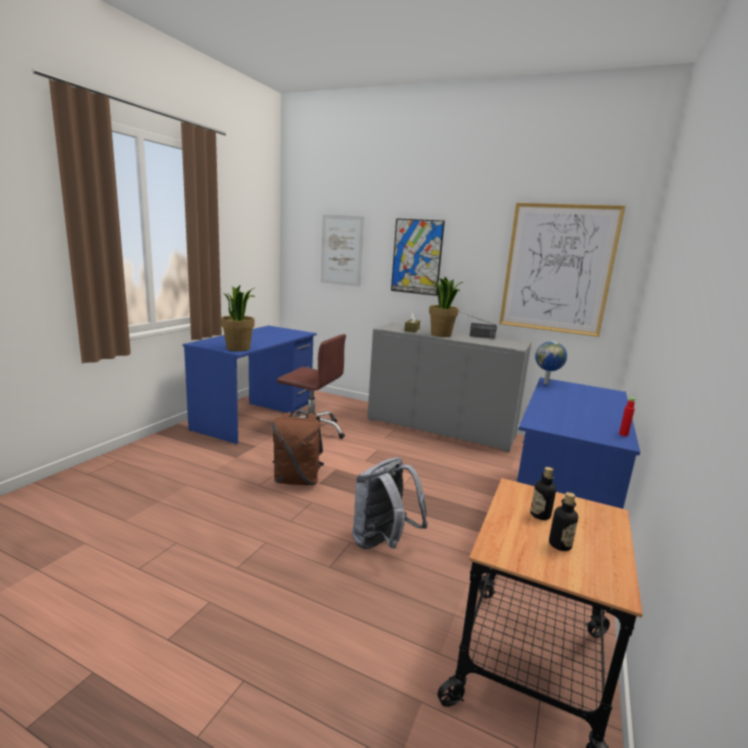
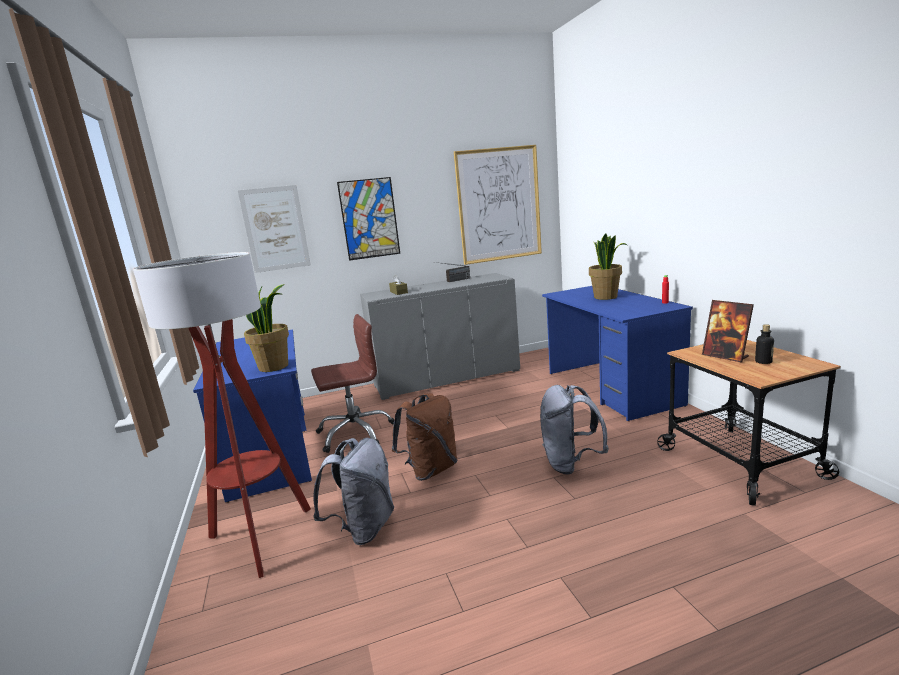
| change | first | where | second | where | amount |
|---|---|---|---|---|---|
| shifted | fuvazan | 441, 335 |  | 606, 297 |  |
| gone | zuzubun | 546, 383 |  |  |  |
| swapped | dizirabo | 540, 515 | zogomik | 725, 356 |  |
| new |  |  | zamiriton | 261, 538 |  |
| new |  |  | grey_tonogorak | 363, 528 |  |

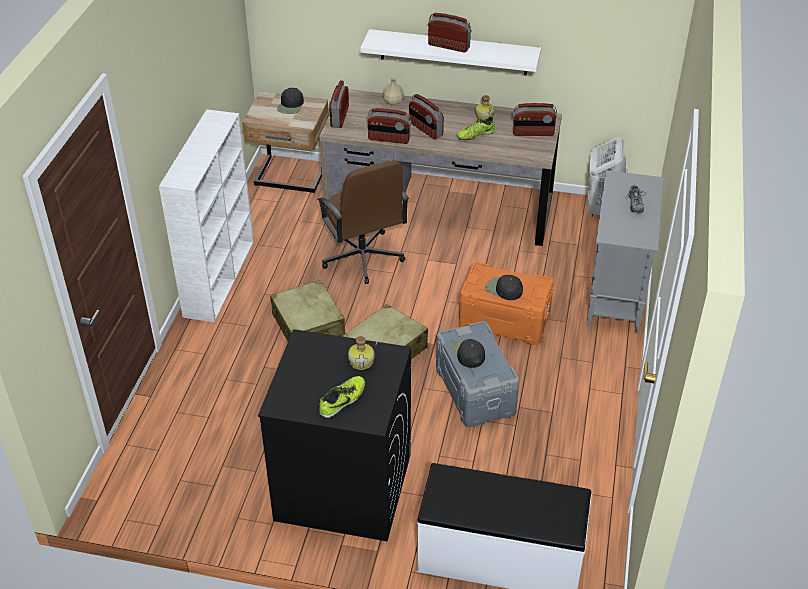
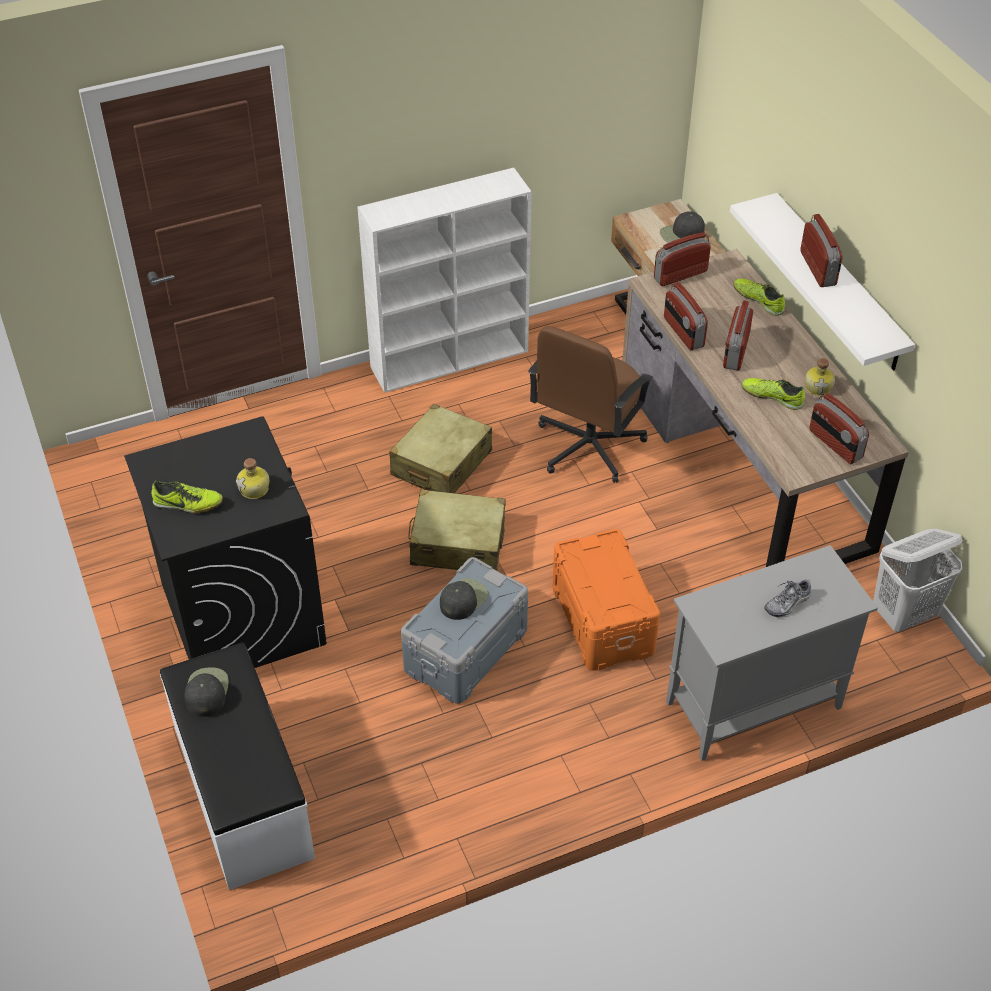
| change | first | where | second | where | amount |
|---|---|---|---|---|---|
| swapped | beige_dizirabo | 393, 102 | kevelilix | 758, 300 |  |
| shifted | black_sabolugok | 503, 289 |  | 206, 692 |  |

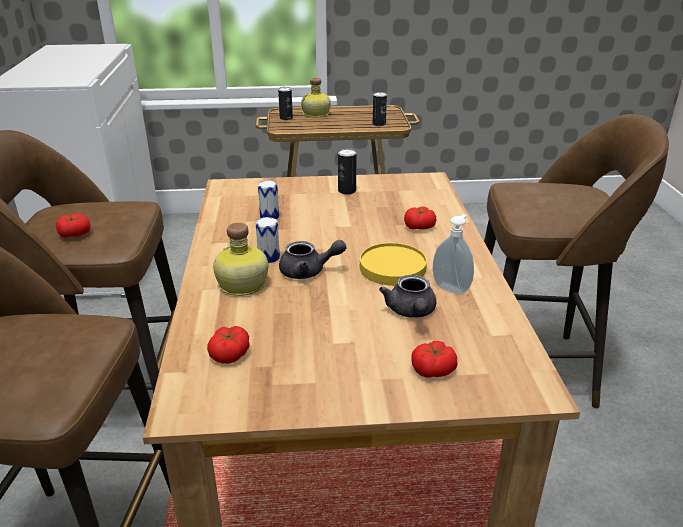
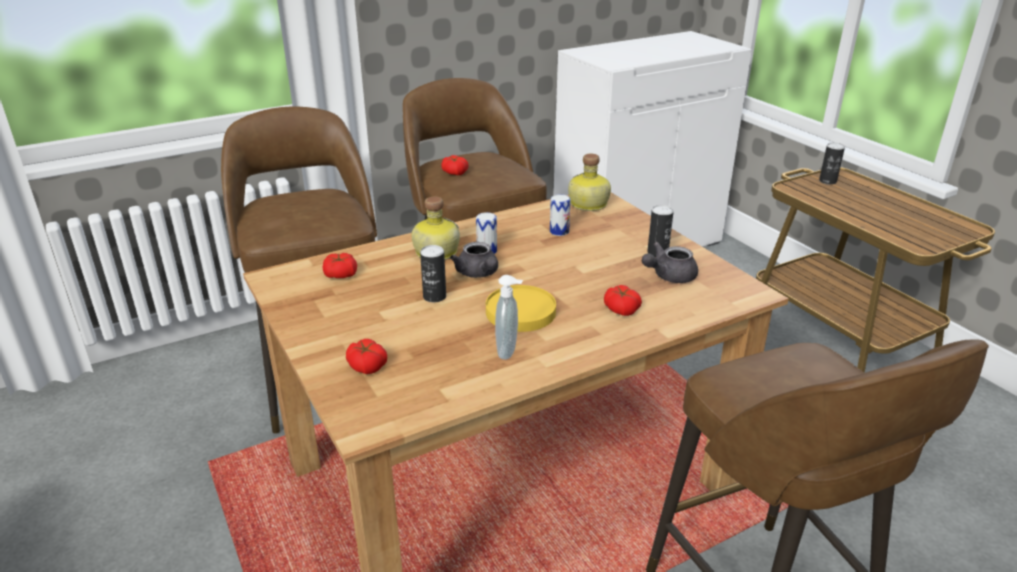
| change | first | where | second | where | amount |
|---|---|---|---|---|---|
| shifted | dizirabo | 316, 114 |  | 588, 204 |  |
| shifted | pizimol | 379, 124 |  | 434, 297 |  |
| shifted | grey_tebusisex | 411, 312 |  | 668, 276 |  |

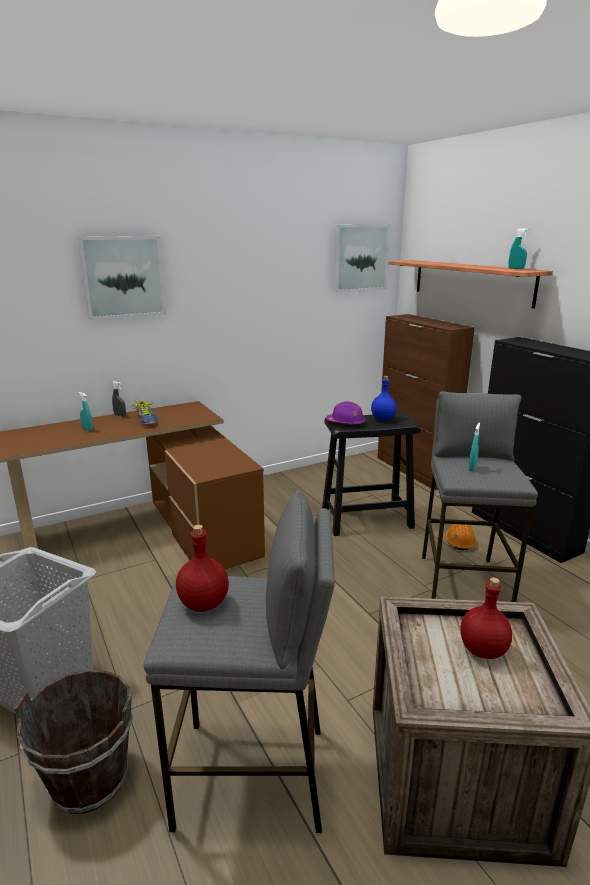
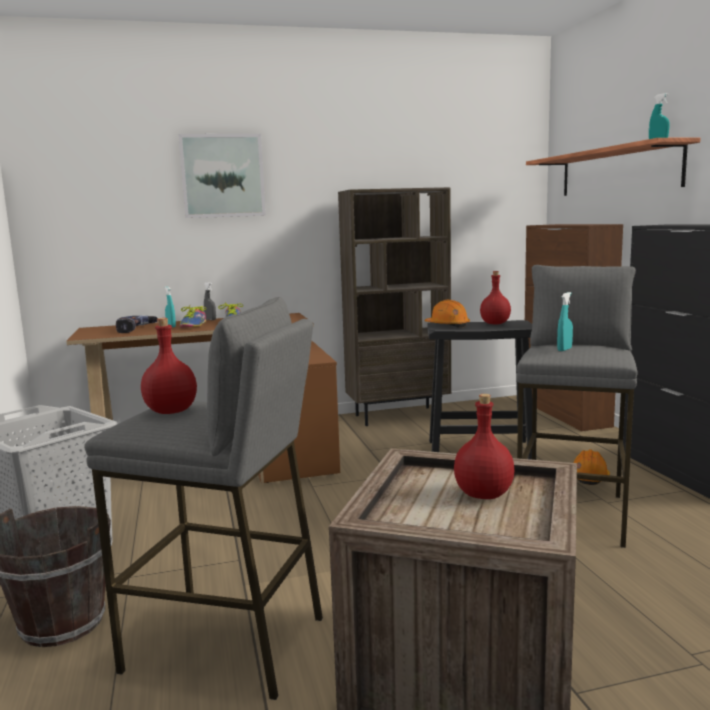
| change | first | where | second | where | amount |
|---|---|---|---|---|---|
| gone | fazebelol | 360, 258 |  |  |  |
| repainted | blue_dizirabo | 383, 418 | red_dizirabo | 495, 323 |  |
| repainted | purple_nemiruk | 346, 423 | orange_nemiruk | 447, 325 |  |
| new |  |  | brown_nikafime | 398, 416 |  |
| new |  |  | kevelilix | 194, 325 |  |
| new |  |  | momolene | 136, 330 |  |

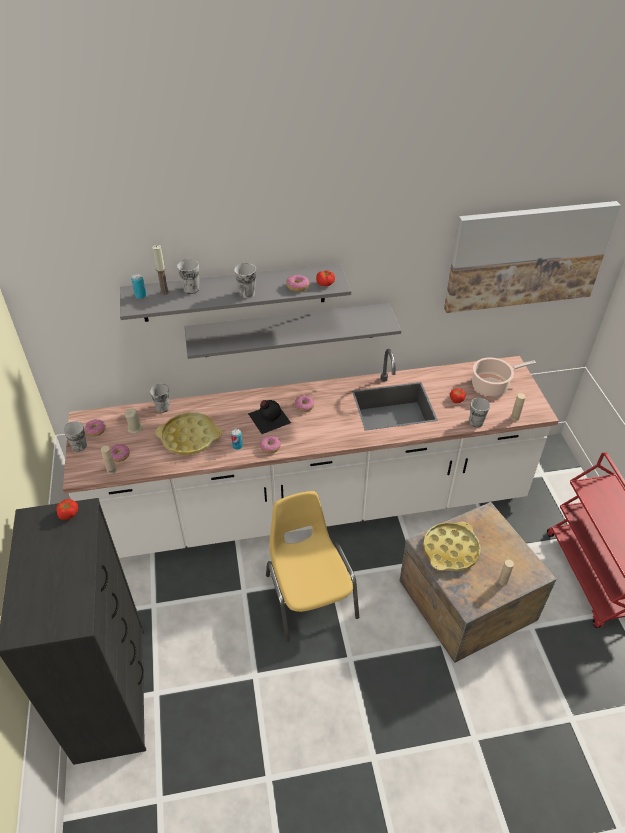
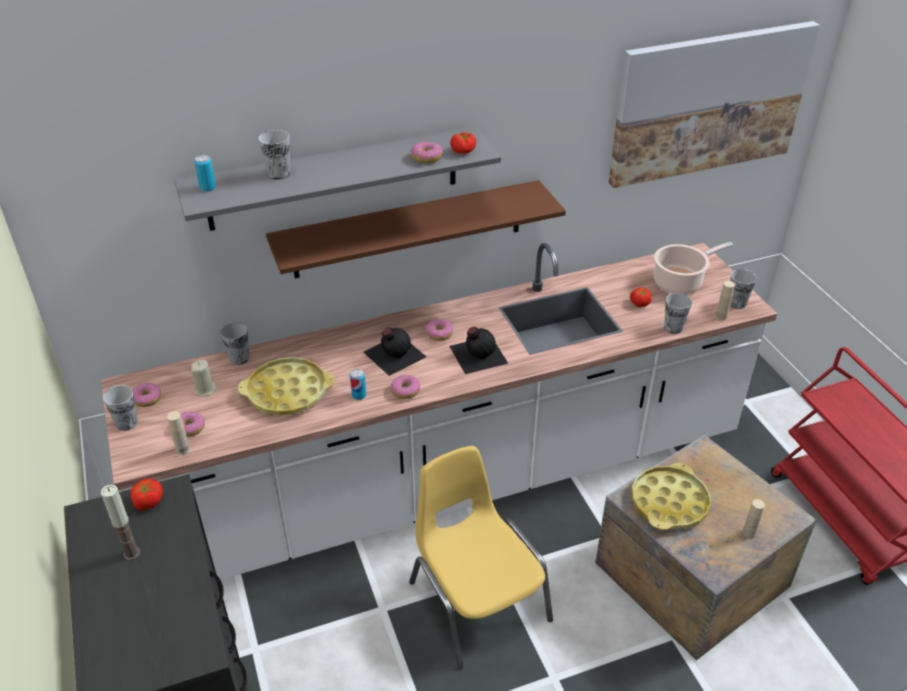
| change | first | where | second | where | amount |
|---|---|---|---|---|---|
| shifted | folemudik | 164, 292 |  | 131, 553 |  |
| shifted | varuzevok | 247, 293 |  | 737, 303 |  |
| repainted | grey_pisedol | 289, 330 | brown_pisedol | 409, 229 |  |
| new |  |  | black_dizirabo | 477, 354 |  |

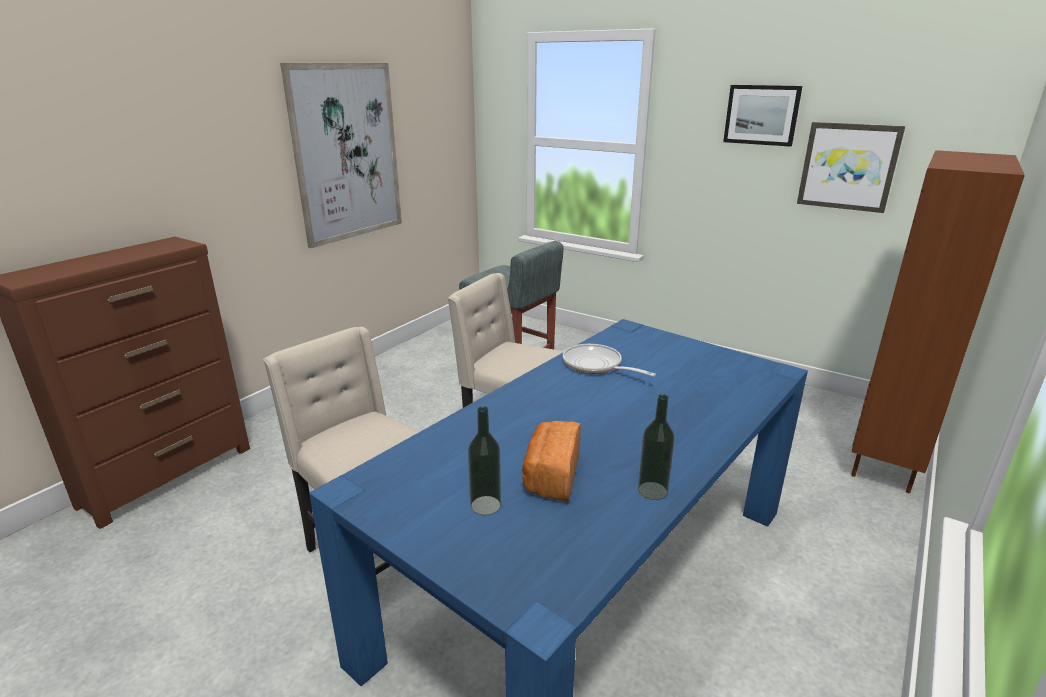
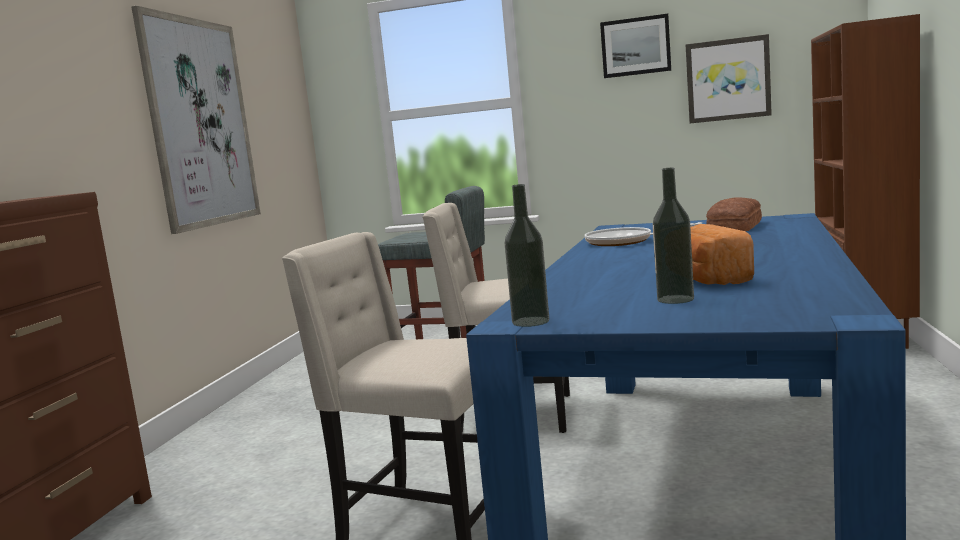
| change | first | where | second | where | amount |
|---|---|---|---|---|---|
| shifted | dizirabo | 652, 490 |  | 530, 321 |  |
| new |  |  | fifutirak | 736, 226 |  |

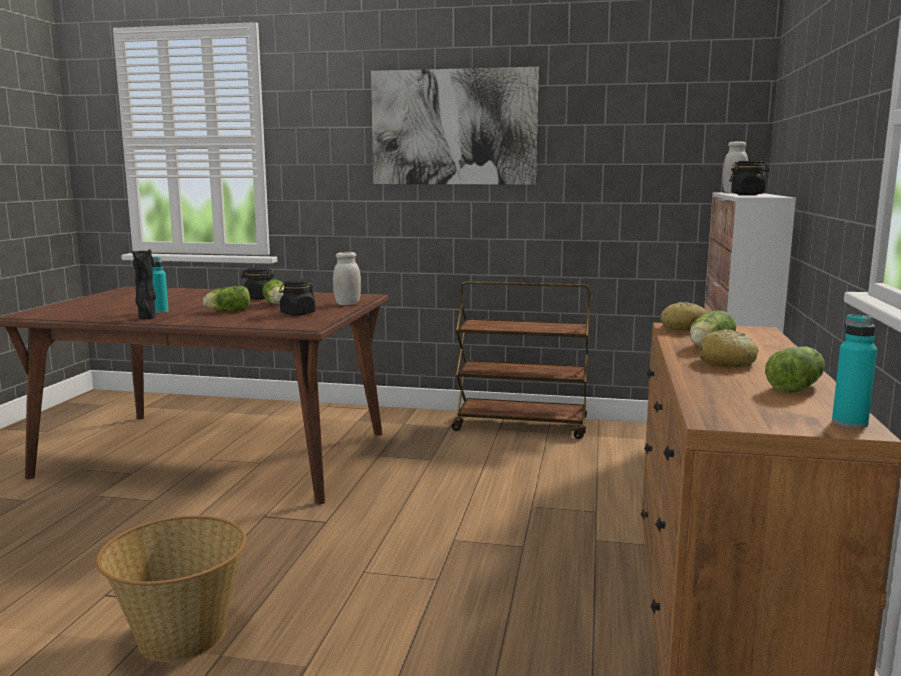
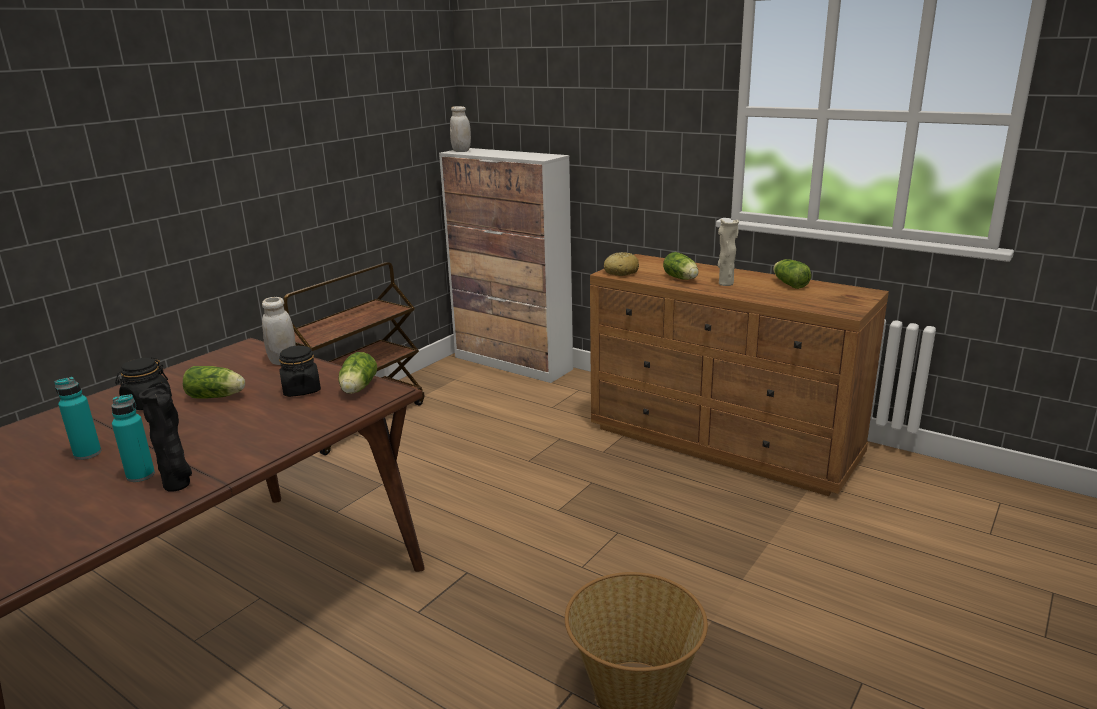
| change | first | where | second | where | amount |
|---|---|---|---|---|---|
| gone | fazebelol | 453, 127 |  |  |  |
| gone | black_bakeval | 747, 195 |  |  |  |
| shifted | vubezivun | 227, 311 |  | 357, 389 |  |
| shifted | turquoise_dizirabo | 849, 423 |  | 87, 454 |  |
| swapped | fifutirak | 727, 362 | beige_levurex | 725, 284 |  |

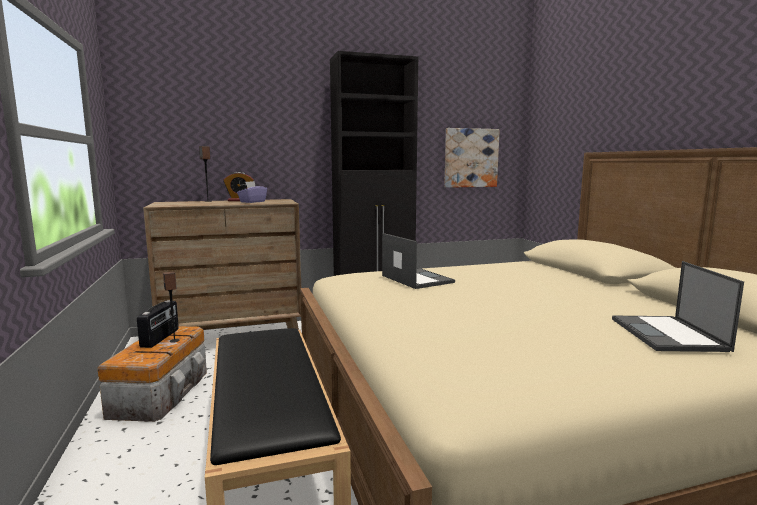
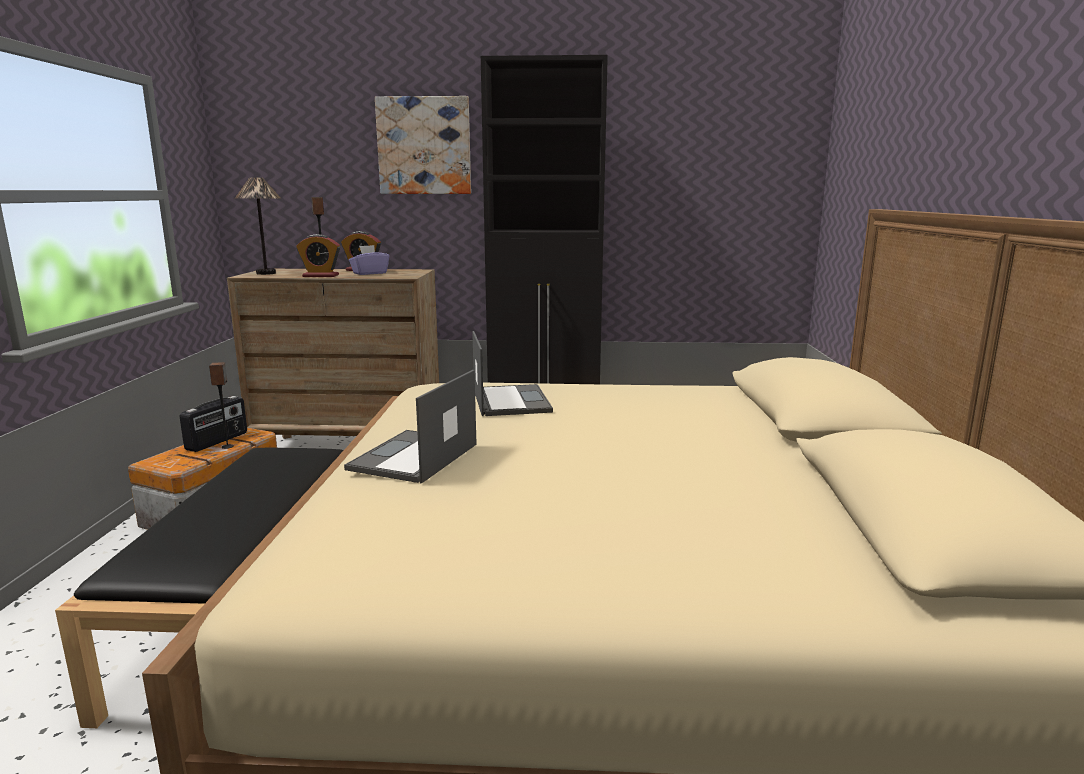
| change | first | where | second | where | amount |
|---|---|---|---|---|---|
| shifted | fazebelol | 470, 158 |  | 424, 146 |  |
| shifted | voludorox | 668, 334 |  | 413, 457 |  |
| new |  |  | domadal | 266, 273 |  |
| new |  |  | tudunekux | 320, 276 |  |

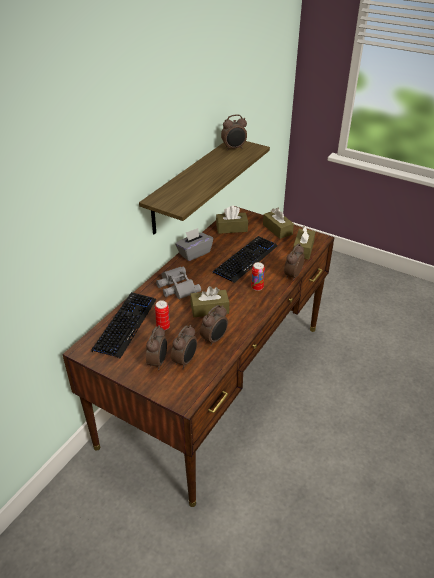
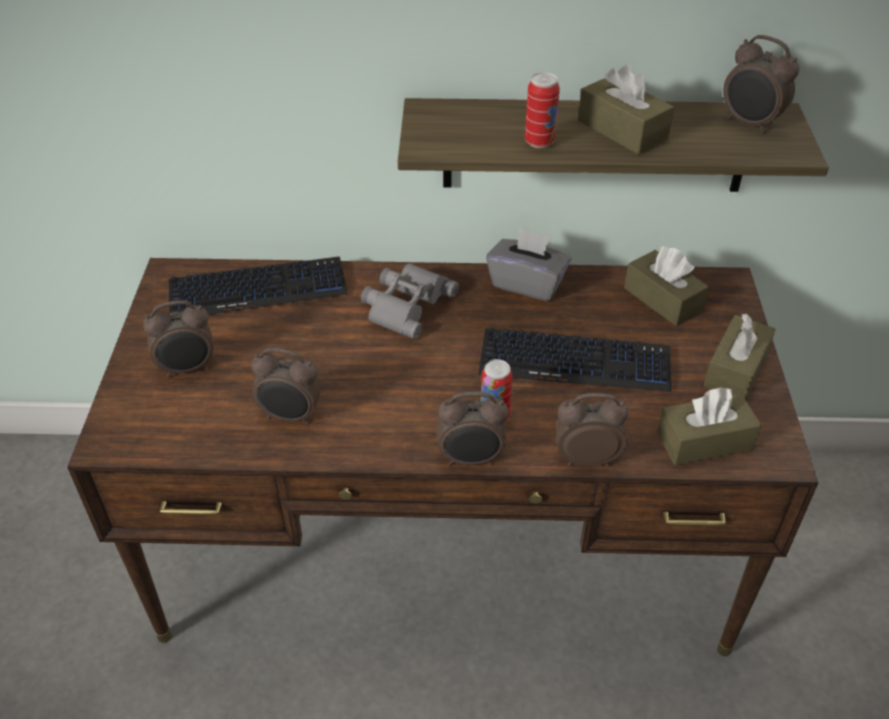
| change | first | where | second | where | amount |
|---|---|---|---|---|---|
| shifted | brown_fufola | 209, 309 |  | 622, 130 |  |
| shifted | pizimol | 163, 327 |  | 539, 142 |  |
| shifted | tudunekux | 185, 361 |  | 471, 459 |  |

